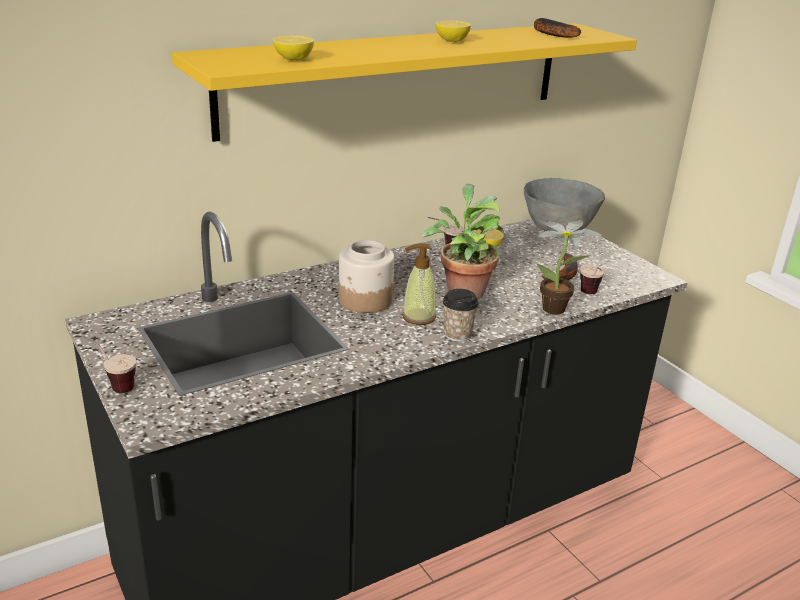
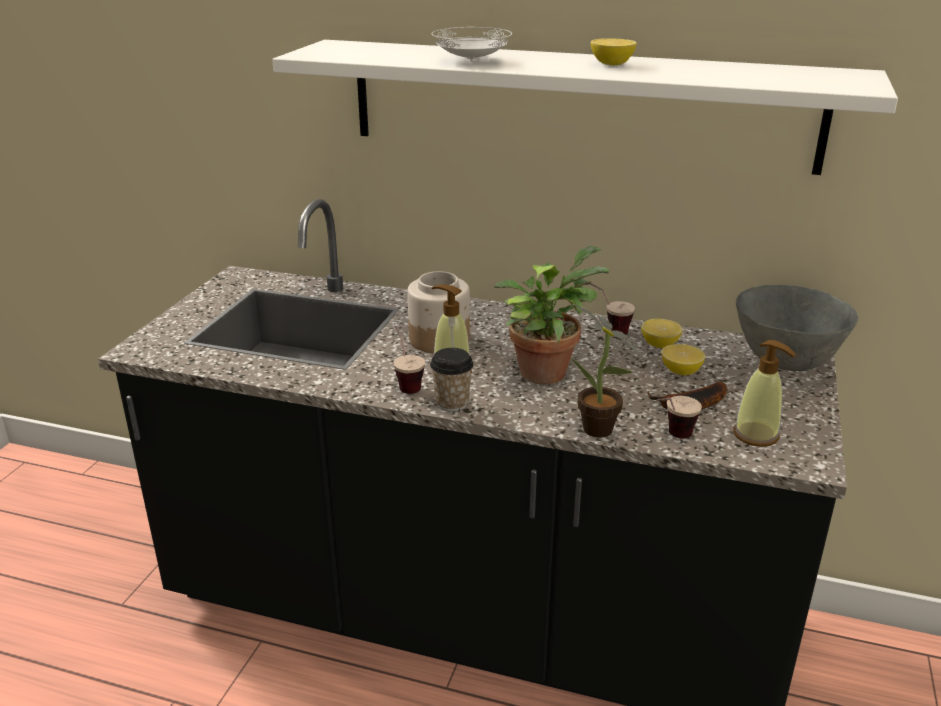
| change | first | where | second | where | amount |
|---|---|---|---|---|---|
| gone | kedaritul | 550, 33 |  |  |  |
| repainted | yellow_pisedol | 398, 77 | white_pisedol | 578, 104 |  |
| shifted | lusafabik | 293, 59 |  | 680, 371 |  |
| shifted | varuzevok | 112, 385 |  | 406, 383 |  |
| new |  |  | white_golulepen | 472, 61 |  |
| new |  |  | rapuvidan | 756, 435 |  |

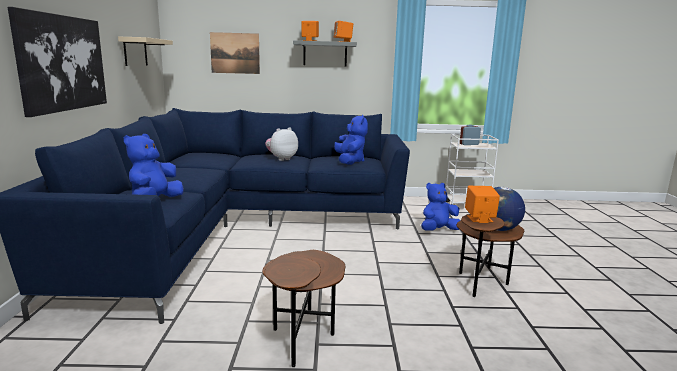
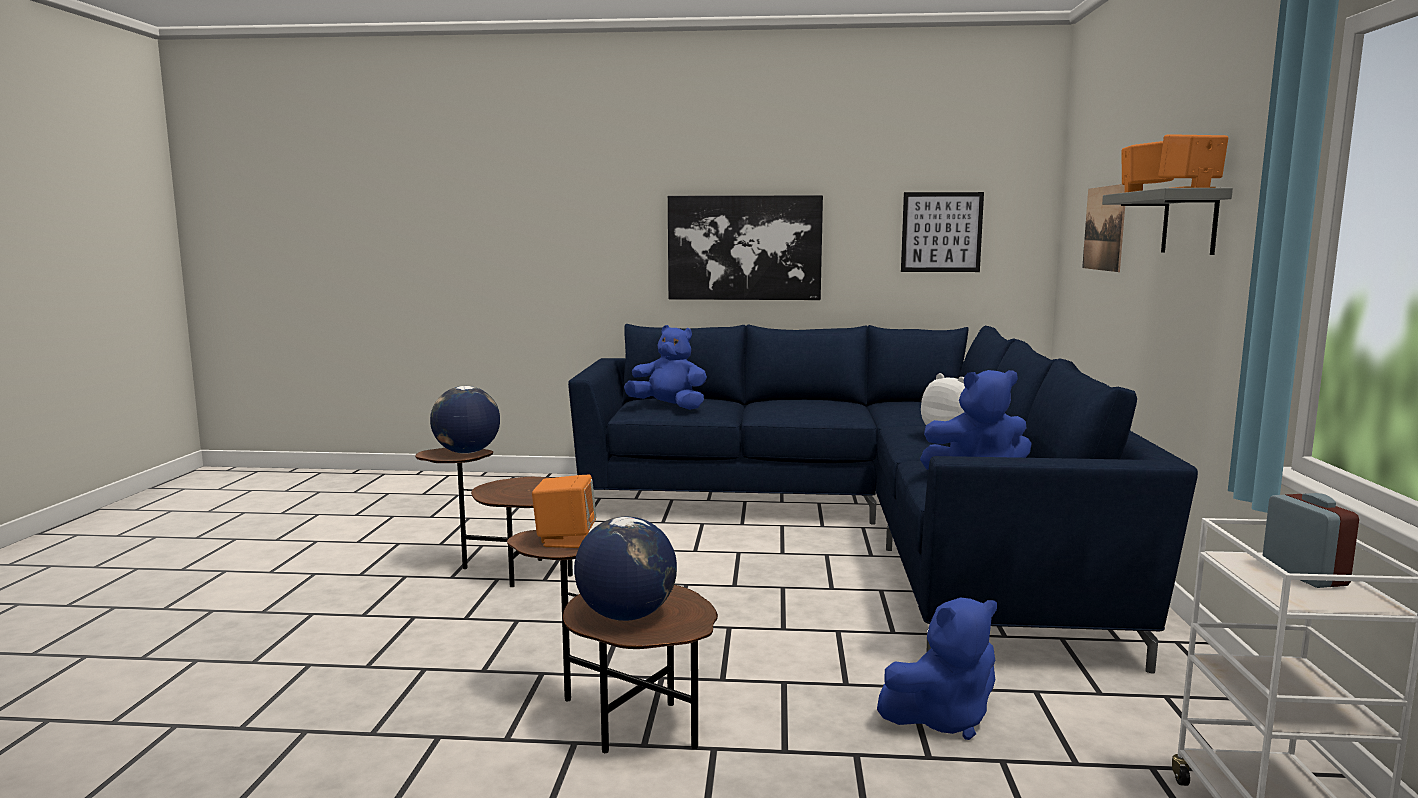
| change | first | where | second | where | amount |
|---|---|---|---|---|---|
| swapped | beige_pisedol | 135, 52 | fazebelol | 941, 232 |  |
| rotated | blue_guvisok | 438, 230 |  | 942, 719 | 90 degrees clockwise |
| new |  |  | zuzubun | 466, 452 |  |

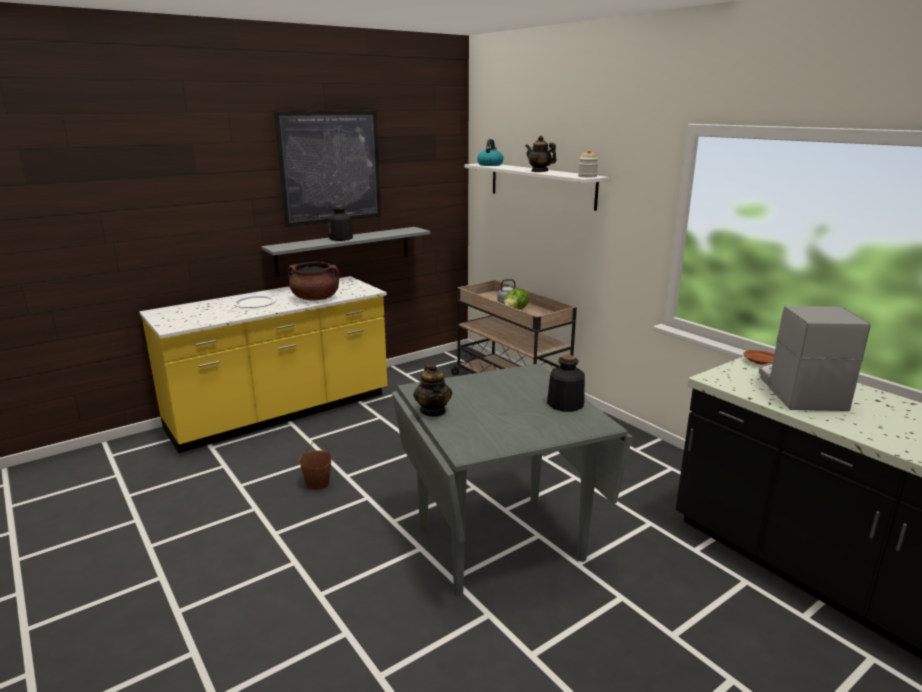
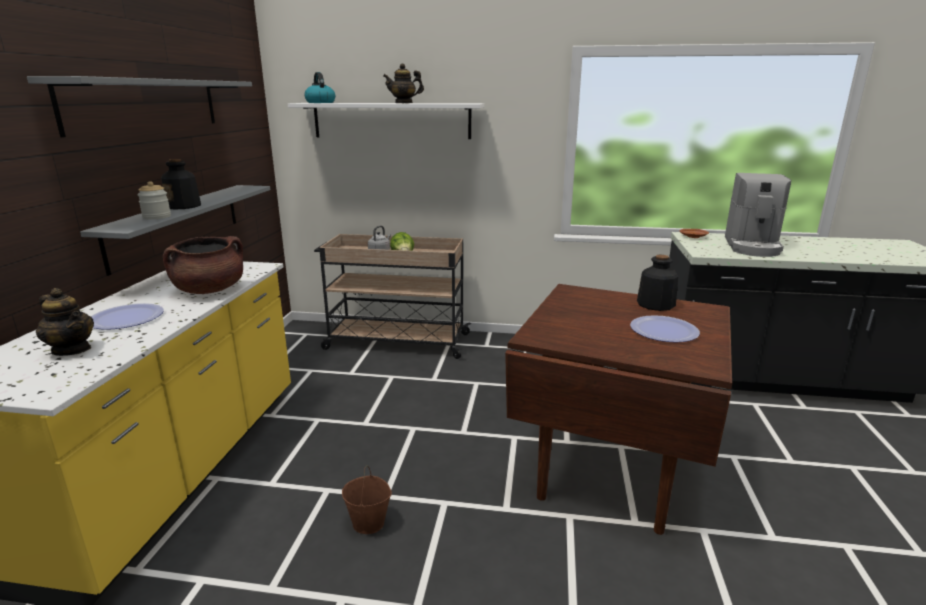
| change | first | where | second | where | amount |
|---|---|---|---|---|---|
| swapped | fazebelol | 330, 167 | grey_pisedol | 146, 104 |  |
| shifted | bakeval | 587, 176 |  | 157, 217 |  |
| rotated | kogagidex | 798, 391 |  | 752, 246 | 120 degrees counterclockwise |
| repainted | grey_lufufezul | 499, 542 | brown_lufufezul | 609, 469 |  |
| shifted | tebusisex | 433, 411 |  | 72, 349 |  |
| new |  |  | golulepen | 664, 330 |  |

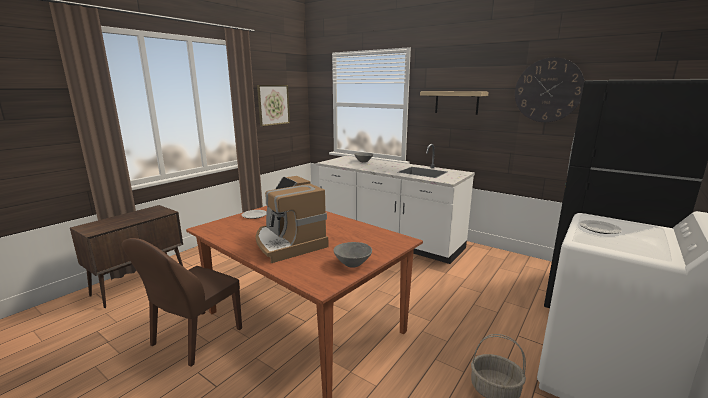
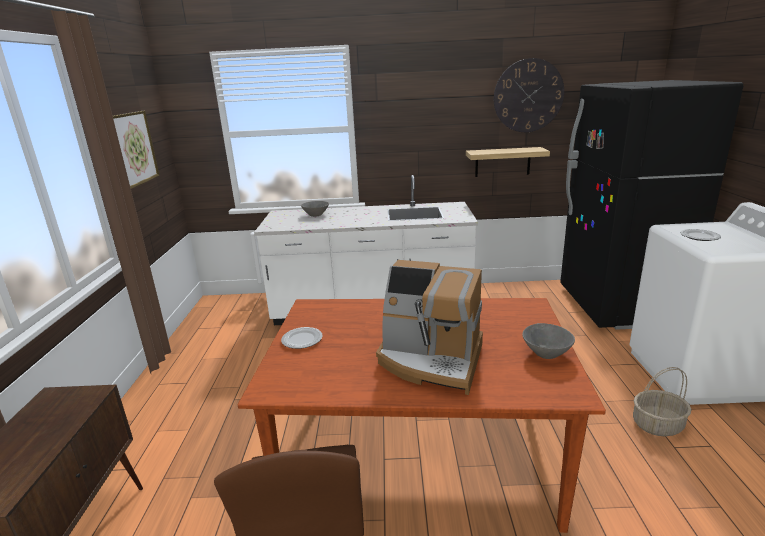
| change | first | where | second | where | amount |
|---|---|---|---|---|---|
| shifted | pisedol | 456, 102 |  | 502, 162 |  |

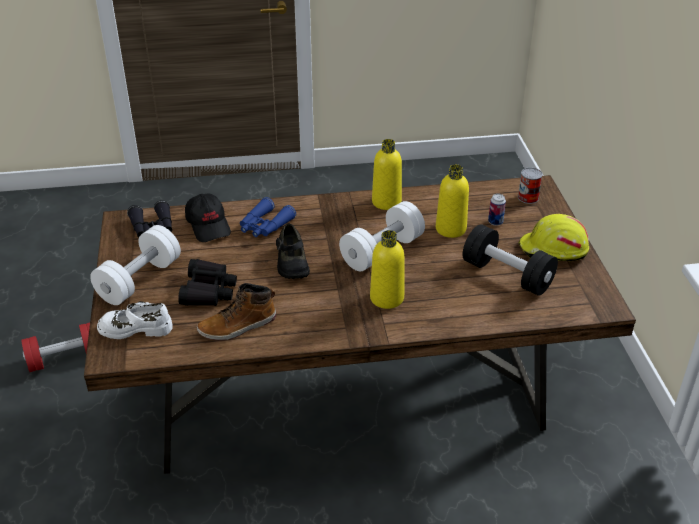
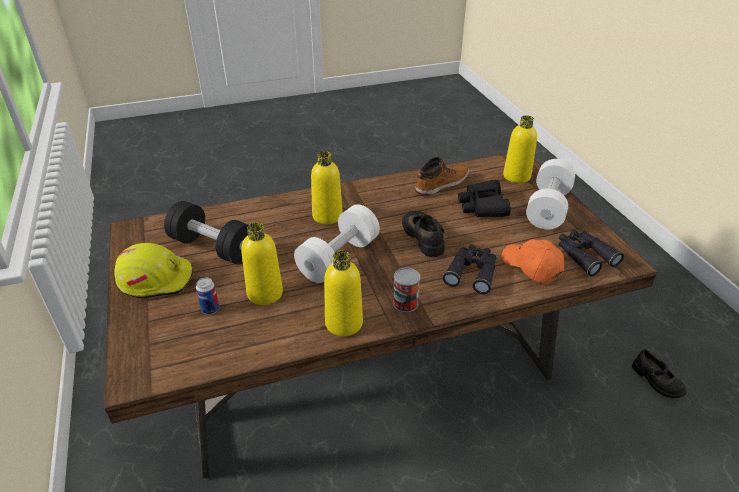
| change | first | where | second | where | amount |
|---|---|---|---|---|---|
| shifted | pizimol | 528, 197 |  | 405, 303 |  |
| repainted | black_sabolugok | 209, 225 | orange_sabolugok | 531, 266 |  |
| repainted | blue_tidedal | 264, 226 | black_tidedal | 472, 272 |  |
| swapped | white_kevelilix | 136, 328 | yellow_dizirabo | 516, 176 |  |
| swapped | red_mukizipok | 64, 358 | black_kevelilix | 656, 380 |  |

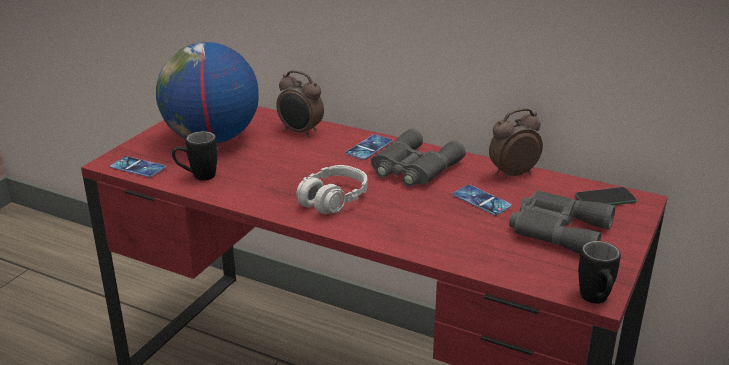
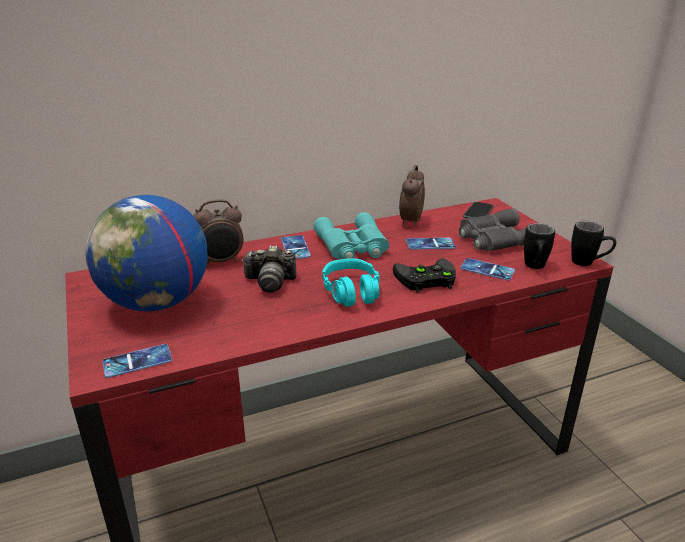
| change | first | where | second | where | amount |
|---|---|---|---|---|---|
| repainted | grey_tidedal | 413, 168 | turquoise_tidedal | 352, 246 |  |
| shifted | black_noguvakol | 197, 177 |  | 534, 267 |  |
| repainted | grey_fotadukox | 333, 200 | turquoise_fotadukox | 351, 292 |  |
| new |  |  | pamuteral | 270, 282 |  |
| new |  |  | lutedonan | 487, 270 |  |
| new |  |  | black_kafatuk | 424, 279 |  |

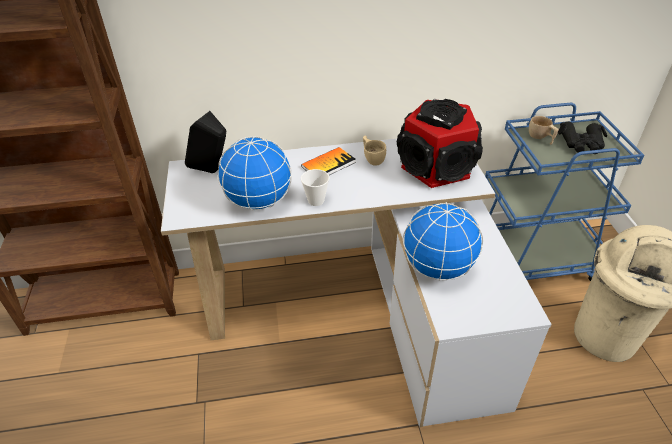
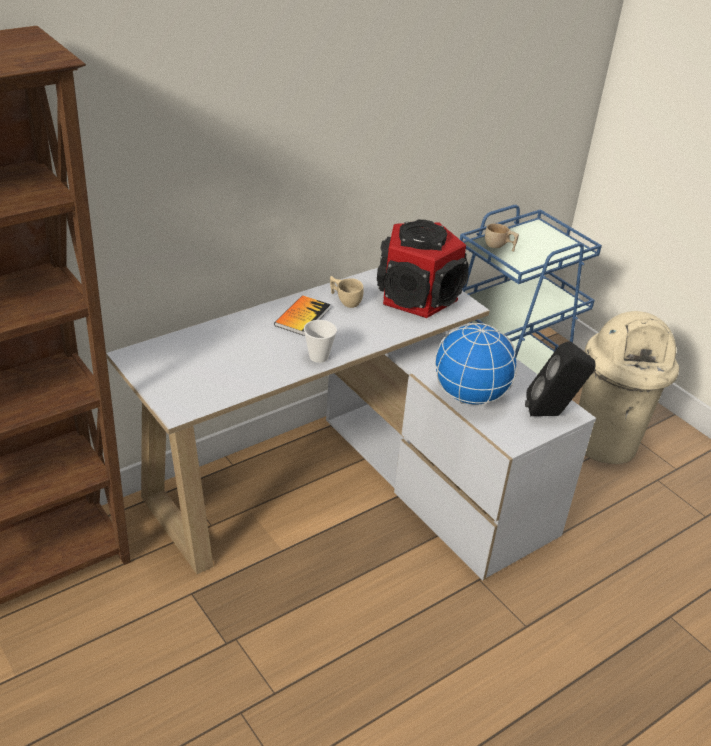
| change | first | where | second | where | amount |
|---|---|---|---|---|---|
| shifted | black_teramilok | 212, 172 |  | 552, 414 |  |
| gone | black_tidedal | 581, 143 |  |  |  |
| gone | zuzubun | 259, 202 |  |  |  |

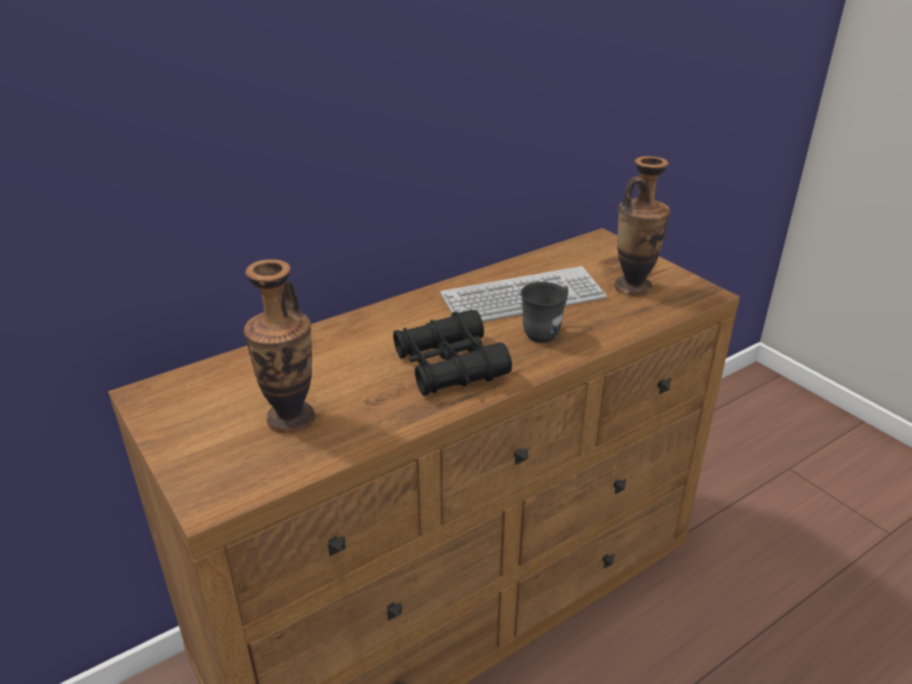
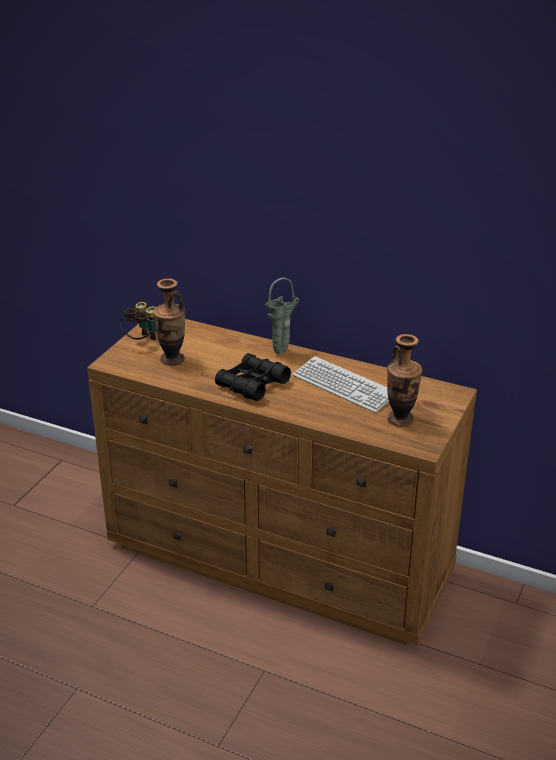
| change | first | where | second | where | amount |
|---|---|---|---|---|---|
| gone | grey_noguvakol | 546, 331 |  |  |  |
| new |  |  | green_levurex | 282, 352 |  |
| new |  |  | tidedal | 141, 341 |  |

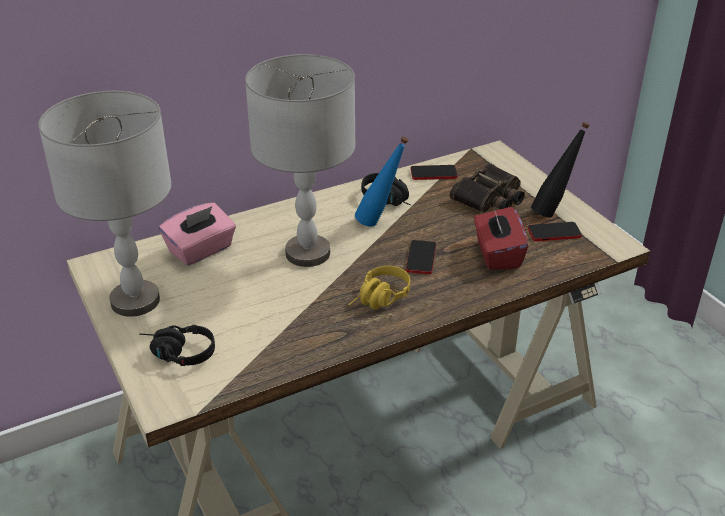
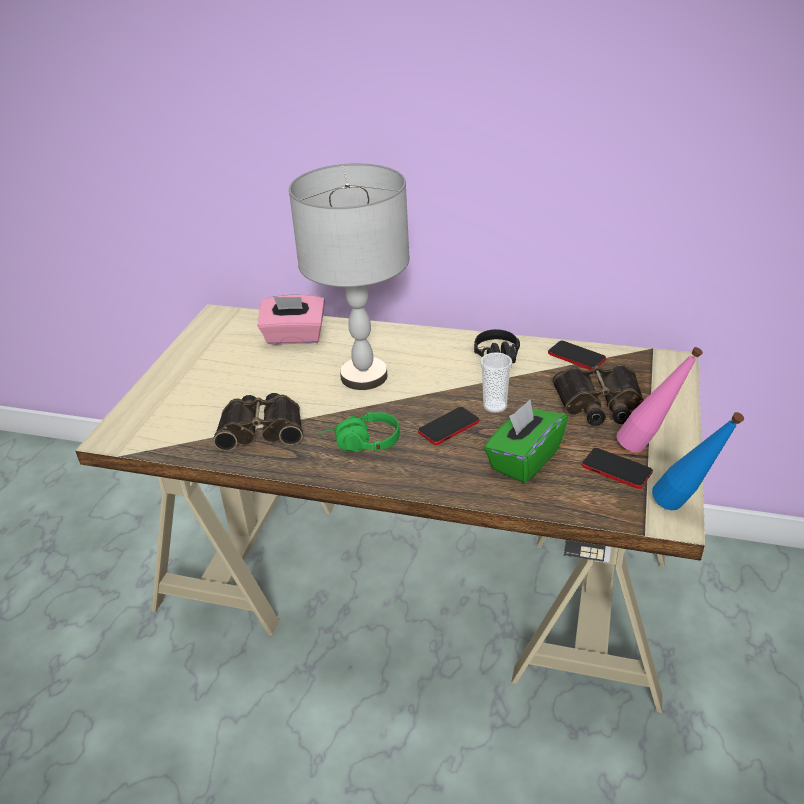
| change | first | where | second | where | amount |
|---|---|---|---|---|---|
| gone | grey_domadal | 135, 302 |  |  |  |
| repainted | black_dizirabo | 553, 212 | pink_dizirabo | 648, 448 |  |
| shifted | blue_dizirabo | 380, 223 |  | 684, 510 |  |
| repainted | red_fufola | 497, 254 | green_fufola | 524, 460 |  |
| repainted | yellow_fotadukox | 379, 300 | green_fotadukox | 360, 444 |  |
| gone | black_fotadukox | 176, 354 |  |  |  |
| new |  |  | varuzevok | 495, 406 |  |
| new |  |  | tidedal | 262, 428 |  |

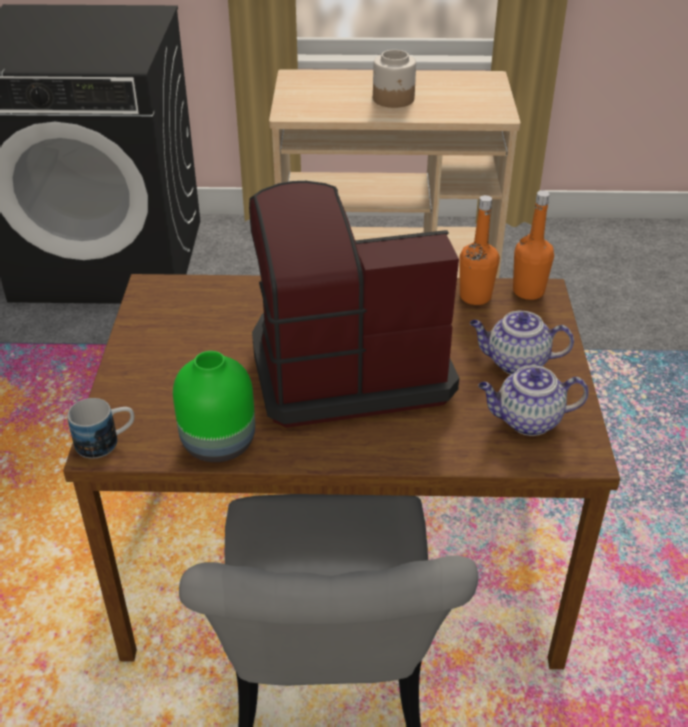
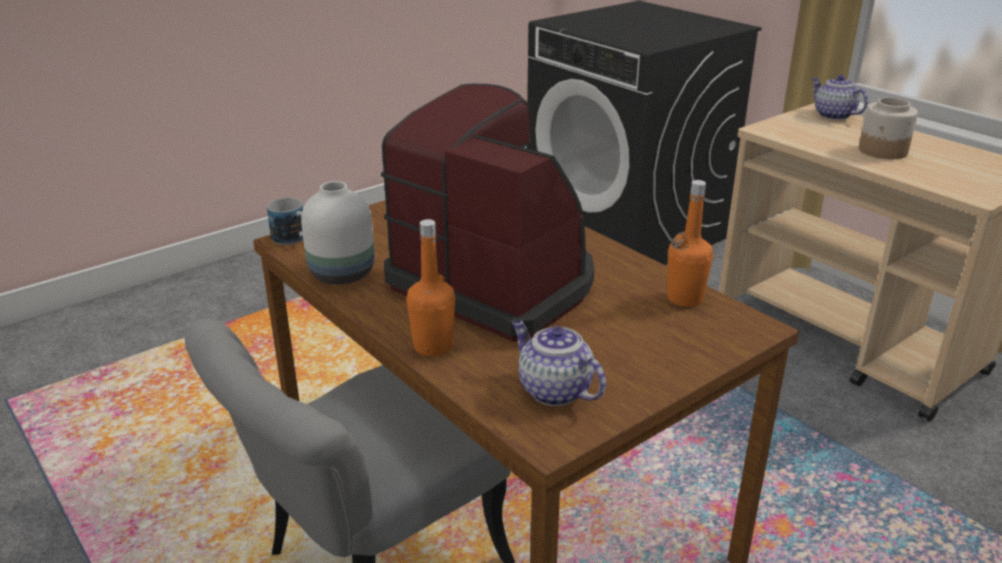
| change | first | where | second | where | amount |
|---|---|---|---|---|---|
| shifted | orange_dizirabo | 528, 291 |  | 433, 346 |  |
| shifted | tebusisex | 515, 363 |  | 832, 115 |  |
| repainted | green_levurex | 217, 442 | white_levurex | 342, 273 |  |

